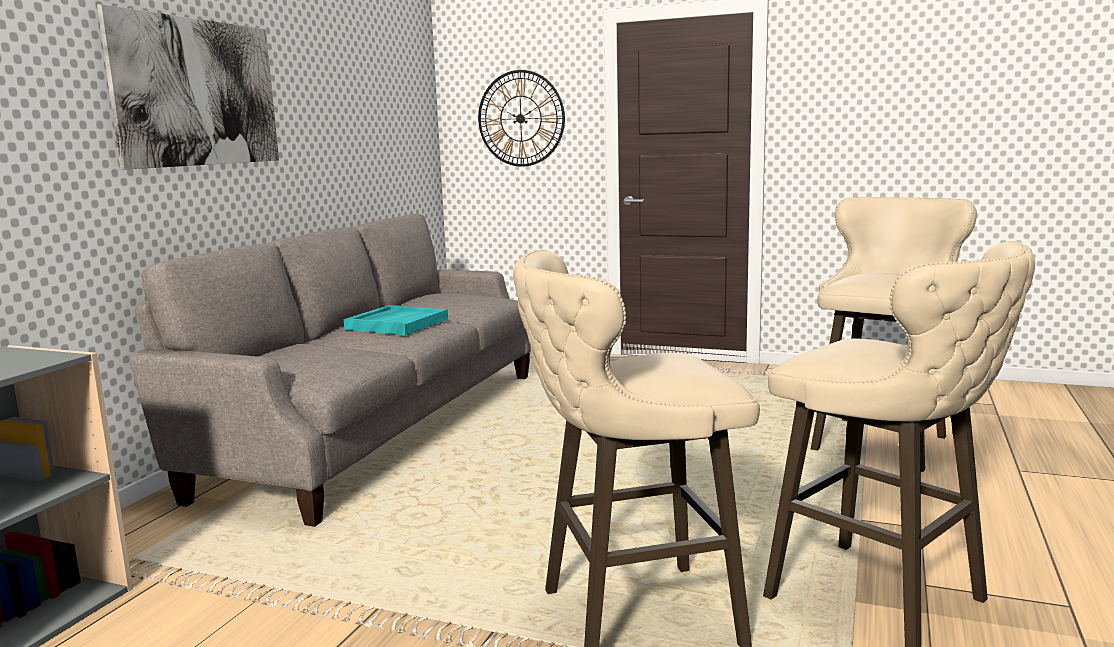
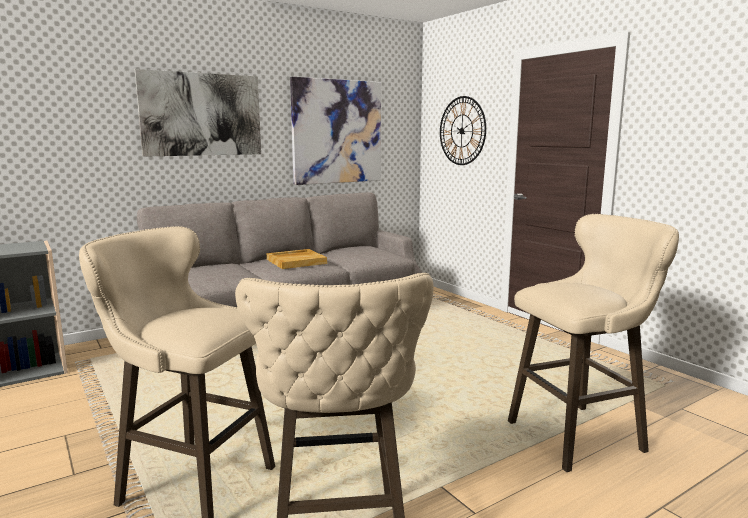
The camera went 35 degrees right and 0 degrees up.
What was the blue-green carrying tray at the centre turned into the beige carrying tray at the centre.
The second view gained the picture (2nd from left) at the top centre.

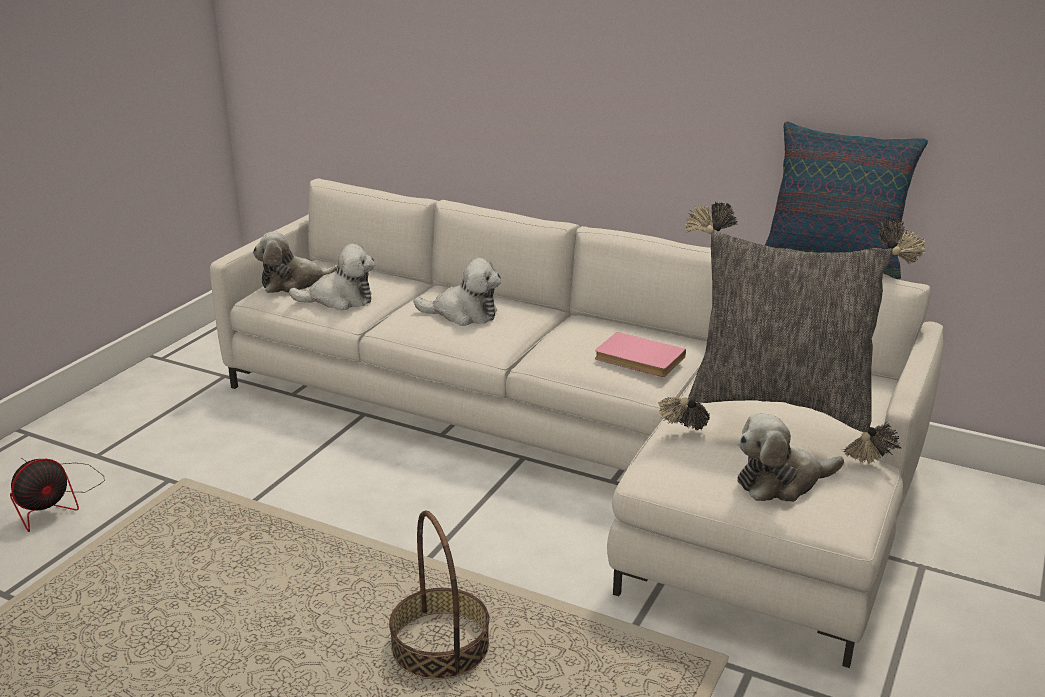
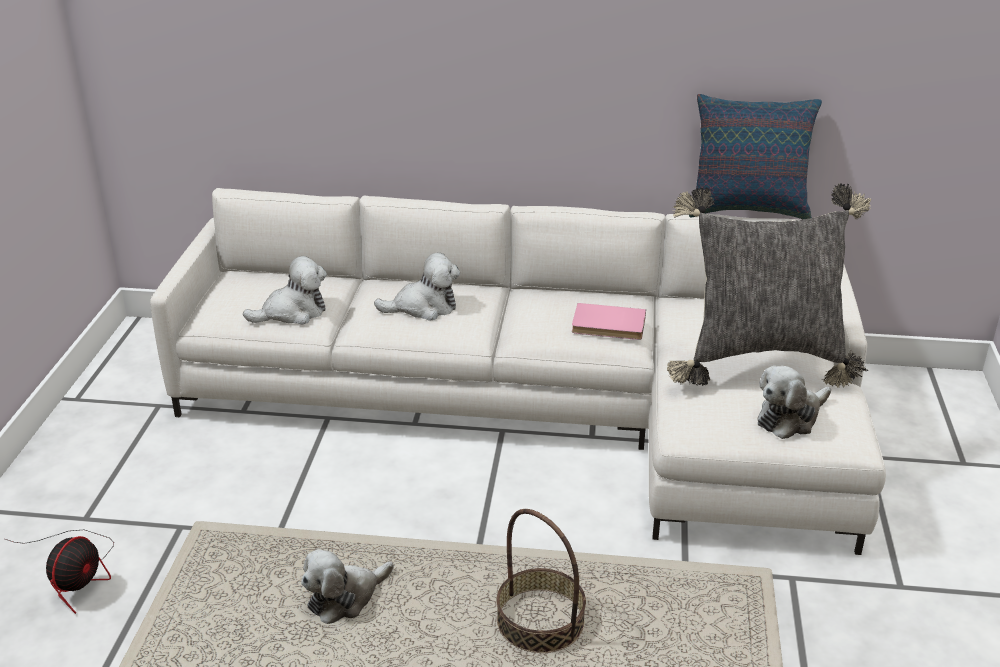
The camera went 20 degrees left and 5 degrees up.
The cuddly toy (1st from left in the first image) ended up elsewhere, having gone from the middle left to the bottom centre.

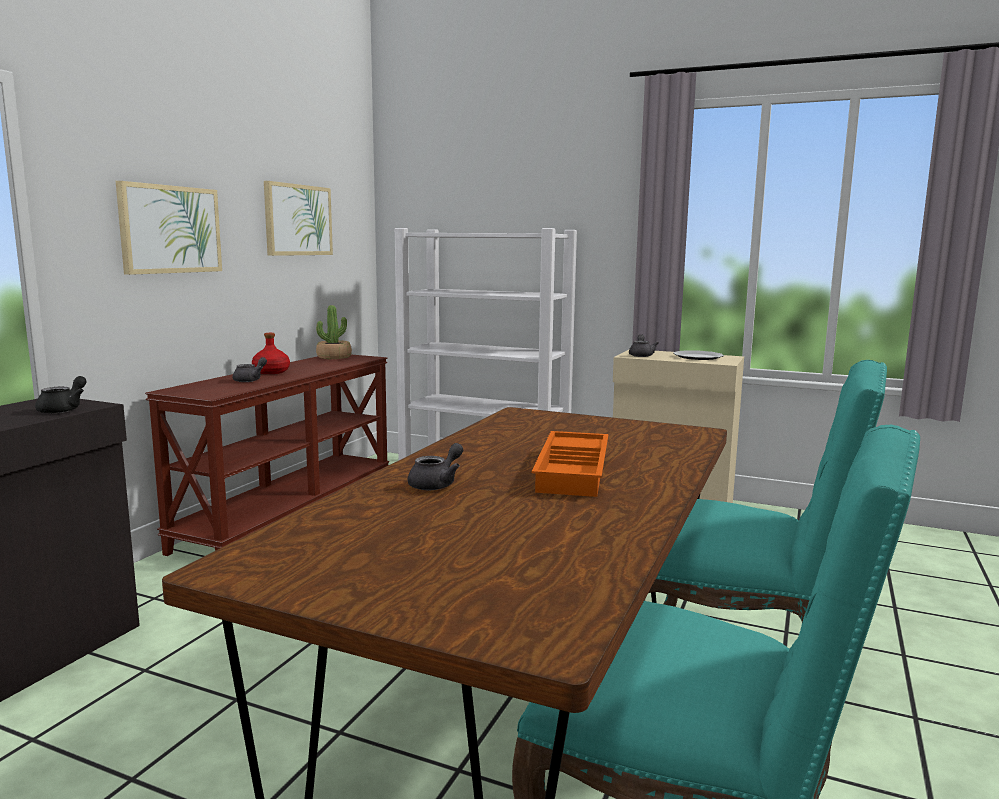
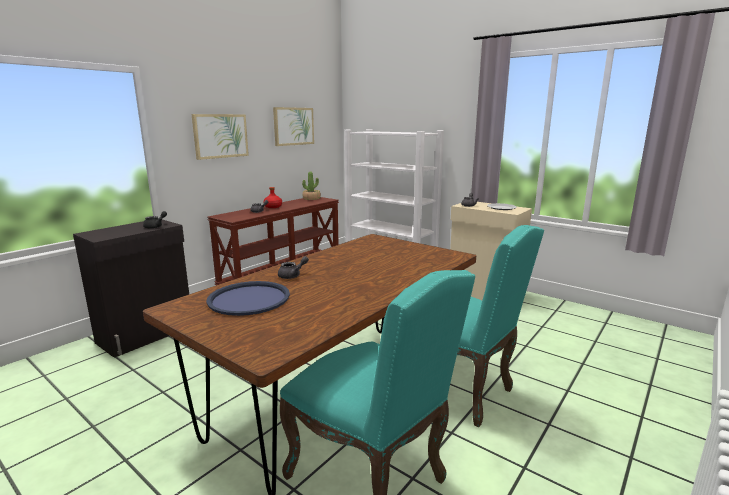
The camera went 15 degrees right and 5 degrees up.
The second view lost the orangey carrying tray at the centre.
The second view gained the blue carrying tray at the centre.

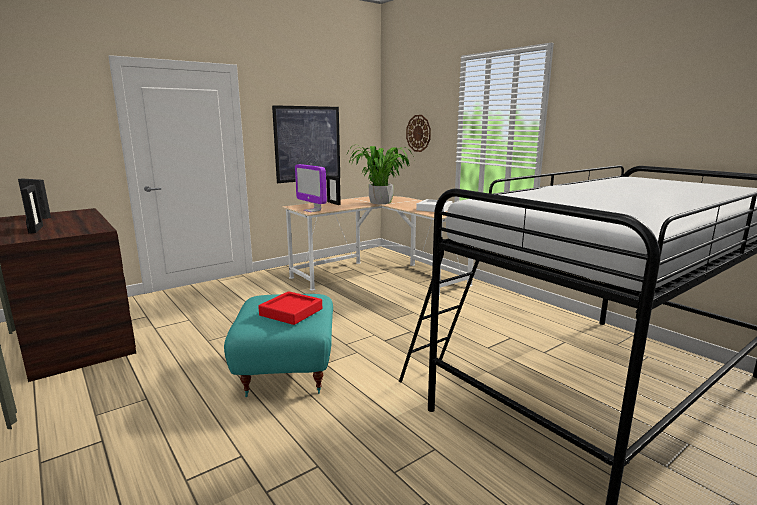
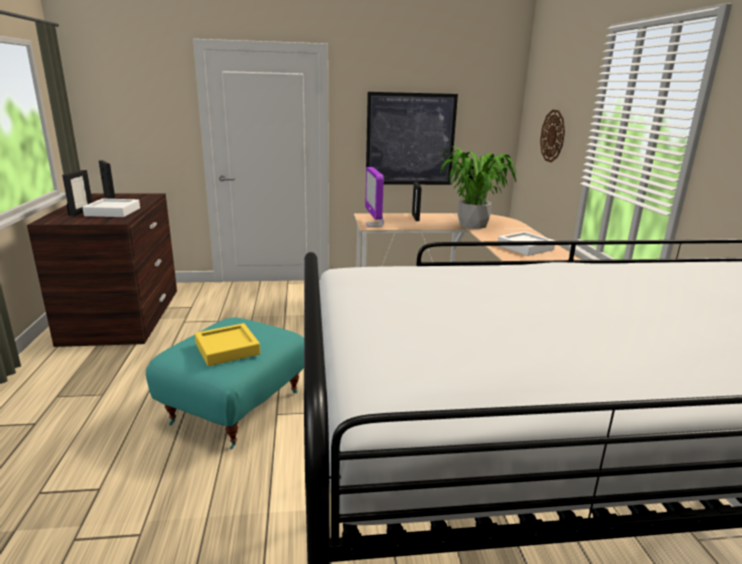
The camera went 30 degrees right and 5 degrees up.
What was the red-coloured carrying tray at the centre turned into the yellow-coloured carrying tray at the middle left.
The second view gained the white-coloured carrying tray (1st from left) at the middle left.

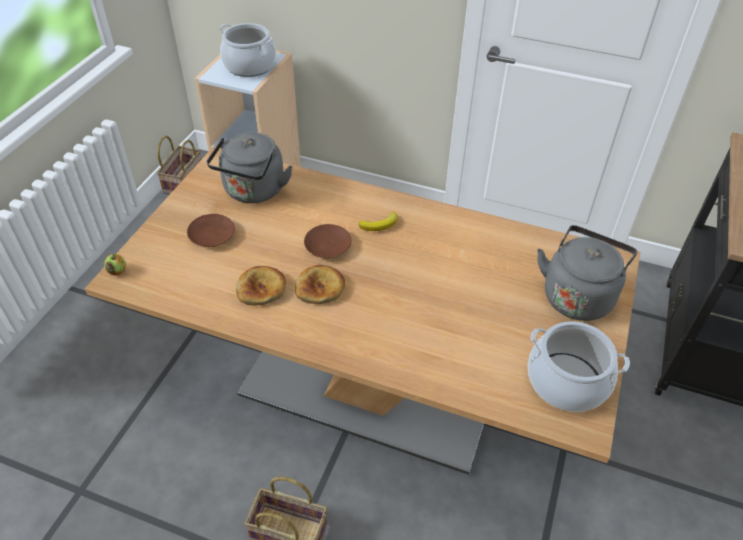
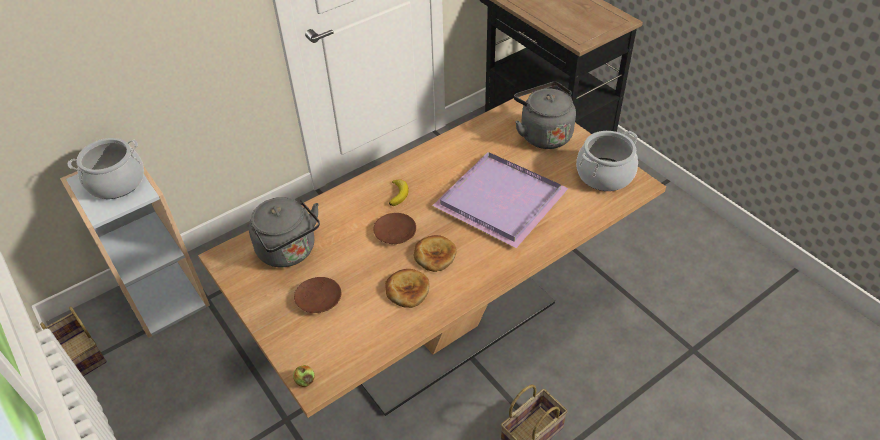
The camera went 55 degrees left and 0 degrees up.
The second view gained the purple carrying tray at the centre.

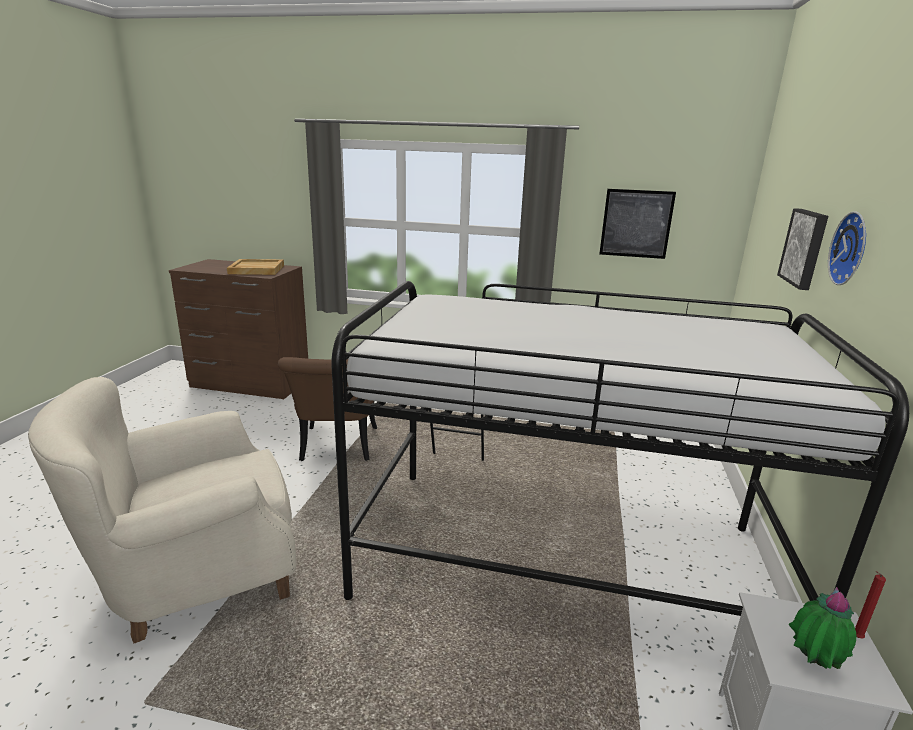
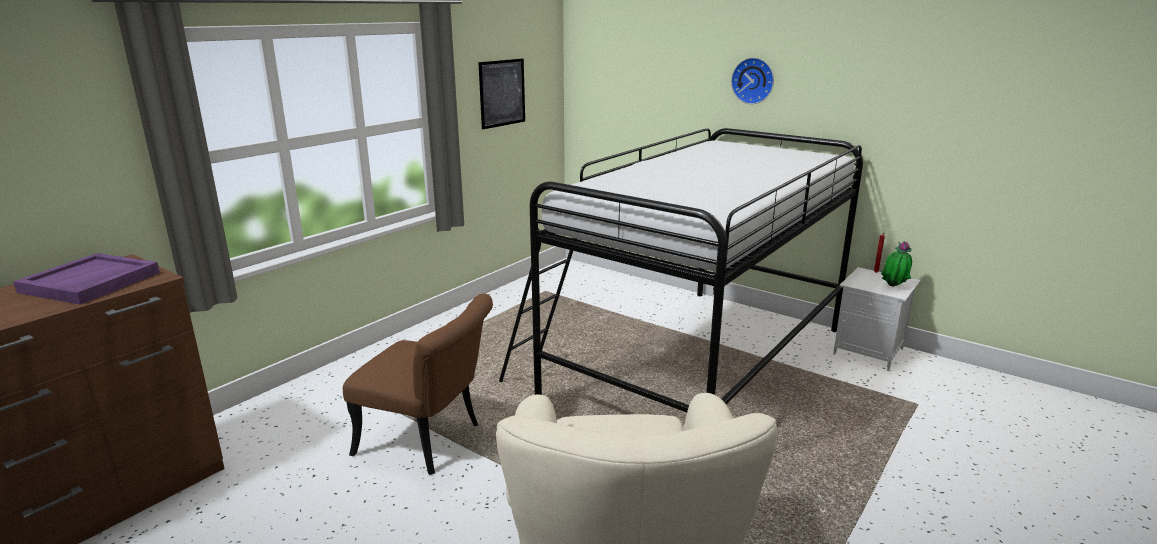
The camera went 65 degrees left and 0 degrees up.
The second view lost the picture (2nd from left) at the middle right.
What was the beige carrying tray at the middle left turned into the purple carrying tray at the middle left.

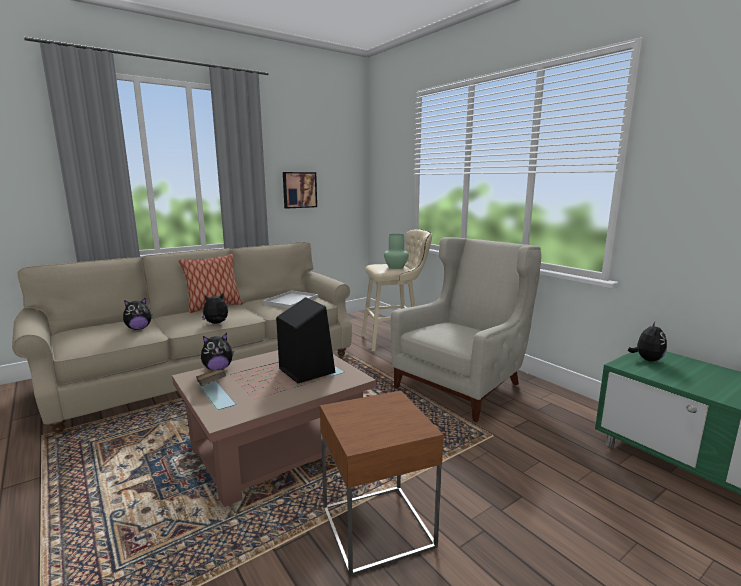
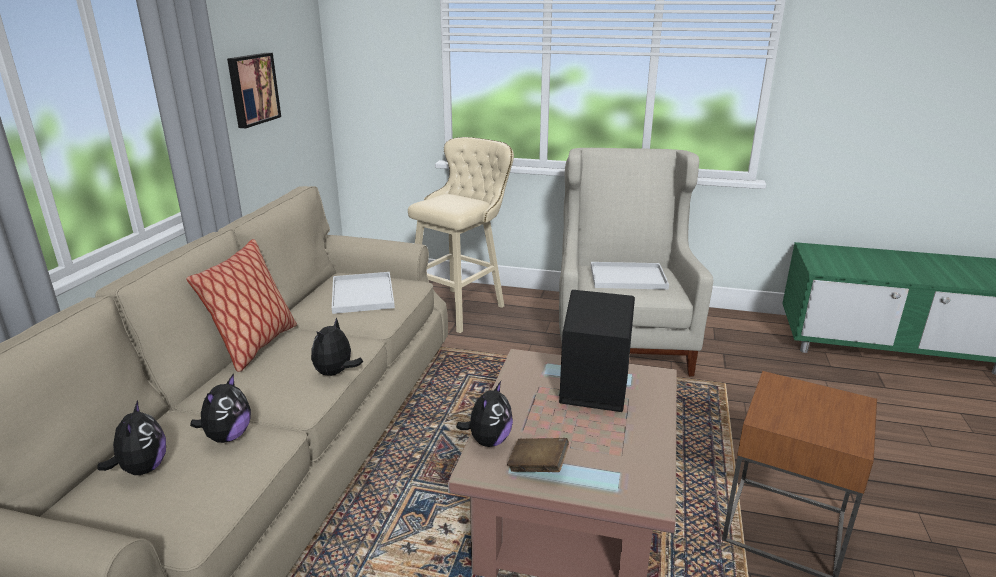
The camera went 40 degrees left and 10 degrees up.
The second view lost the green vase at the centre.
The cuddly toy (4th from left in the first image) ended up elsewhere, having gone from the middle right to the bottom left.
The second view gained the white-coloured carrying tray (2nd from left) at the centre.

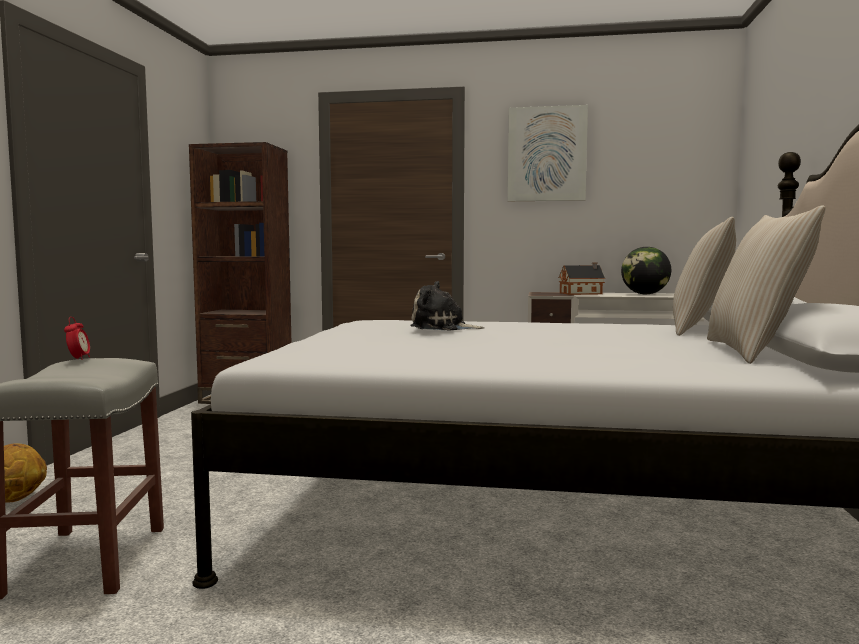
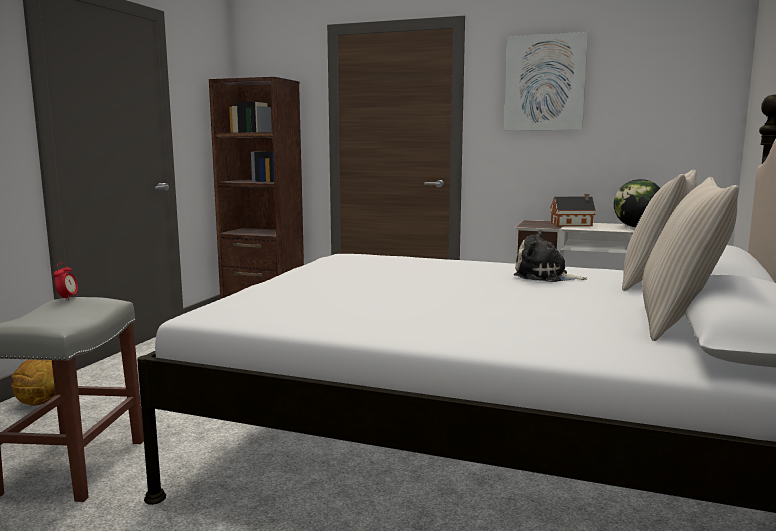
The camera went 10 degrees right and 5 degrees up.
The cuddly toy ended up elsewhere, having gone from the centre to the middle right.

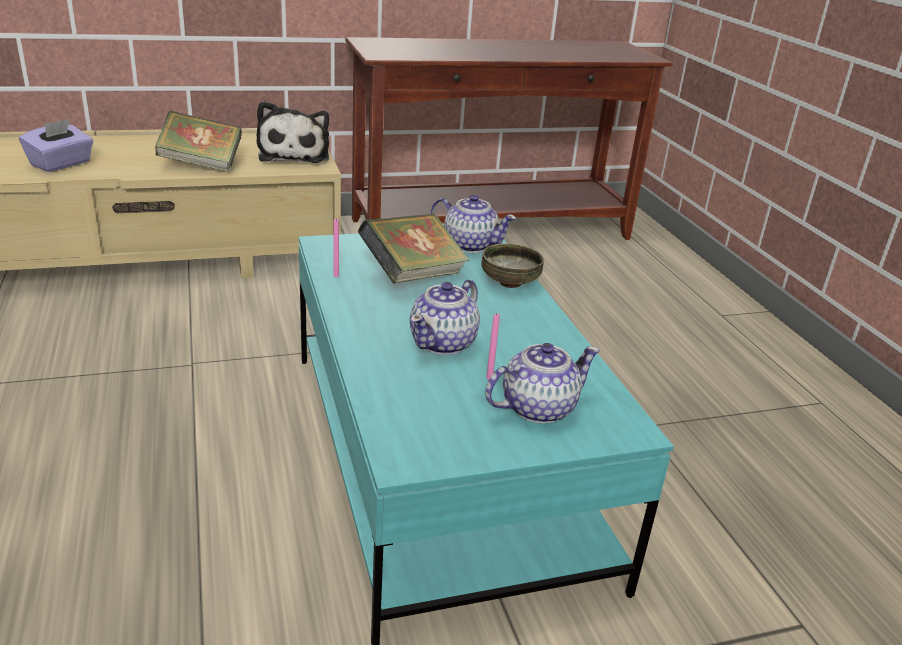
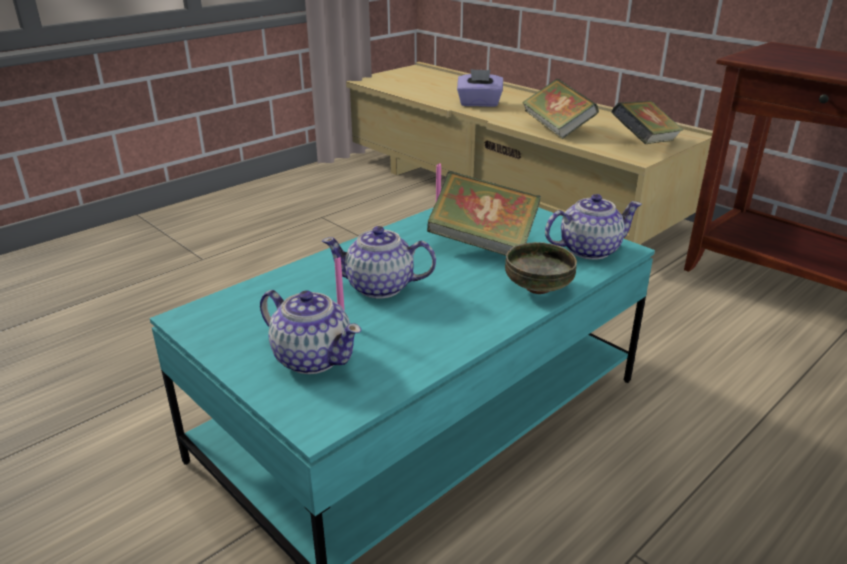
The camera went 65 degrees right and 0 degrees up.
Where the cuddly toy stood at the top left, the volume (3rd from left) came to stand at the top right.
The pot for tea (2nd from left in the first image) at the centre ended up facing another way, 105 degrees counterclockwise from before.

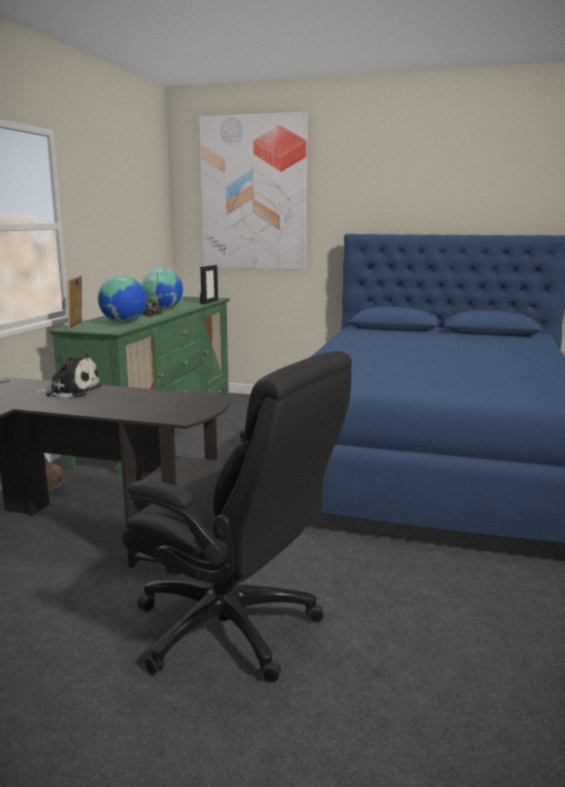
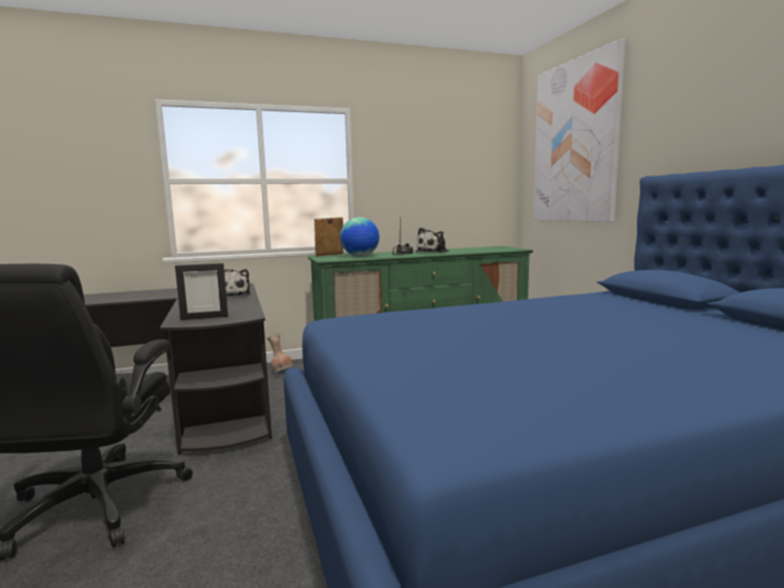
The camera went 55 degrees right and 5 degrees down.
The photo frame (2nd from left in the first image) ended up elsewhere, having gone from the centre to the middle left.
Where the globe (2nd from left) stood at the middle left, the cuddly toy (2nd from left) came to stand at the centre.

